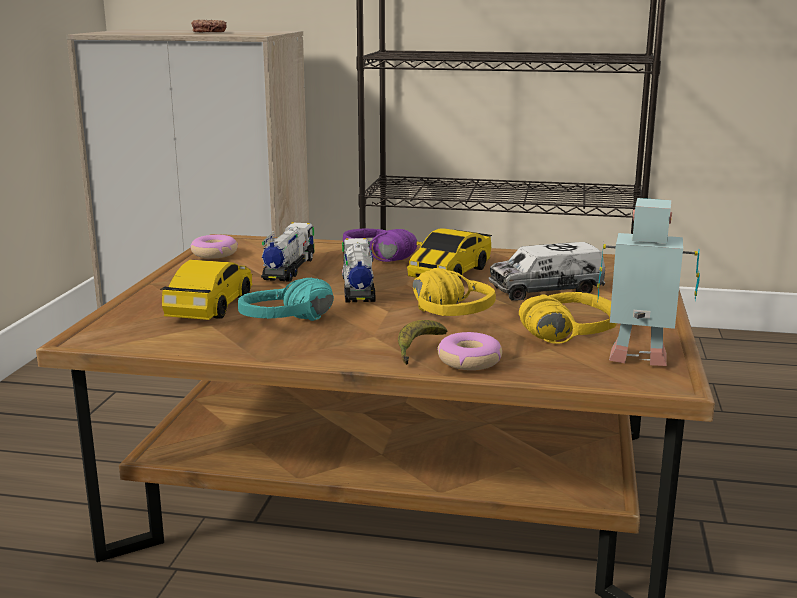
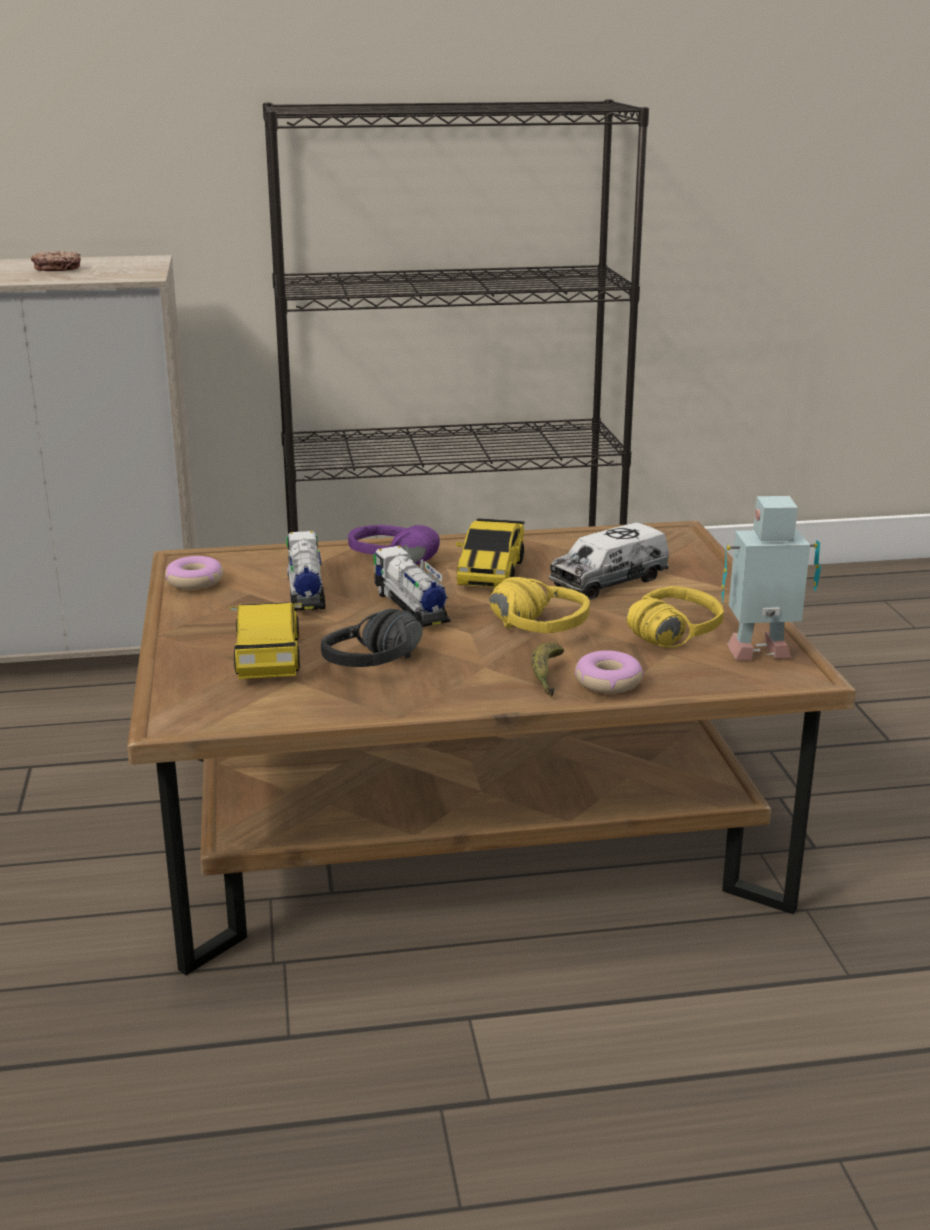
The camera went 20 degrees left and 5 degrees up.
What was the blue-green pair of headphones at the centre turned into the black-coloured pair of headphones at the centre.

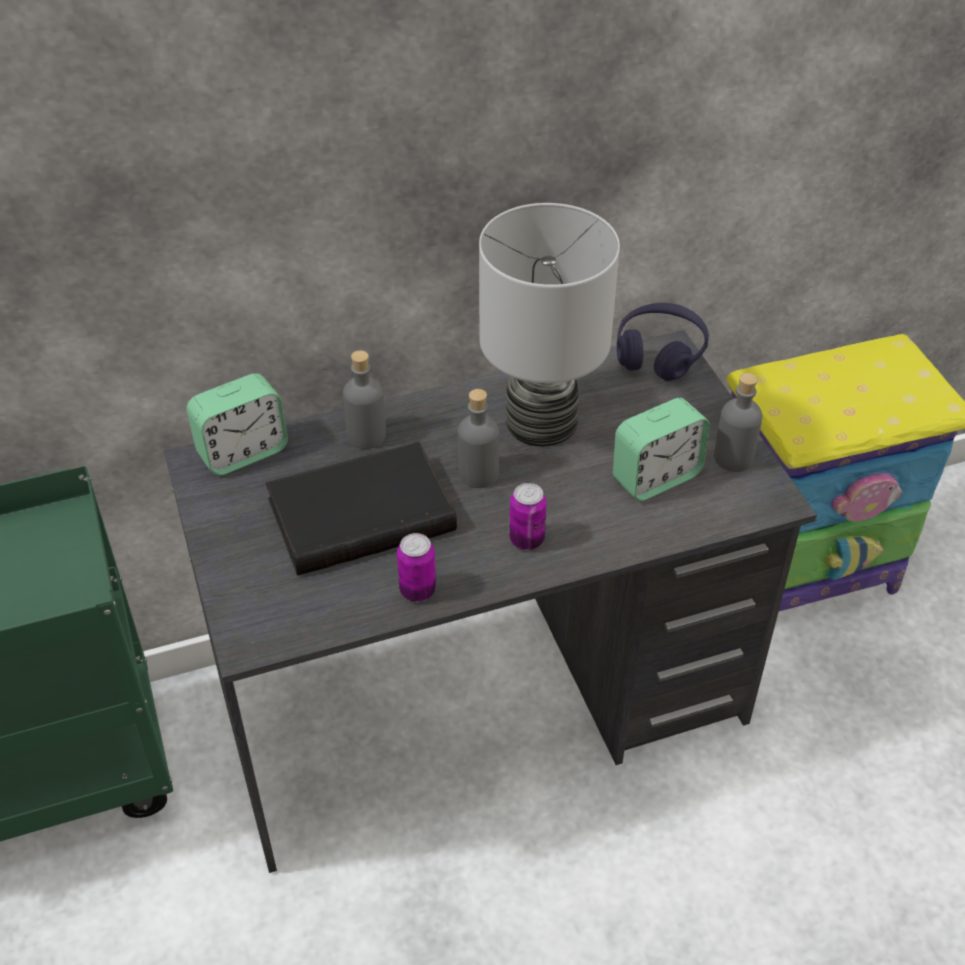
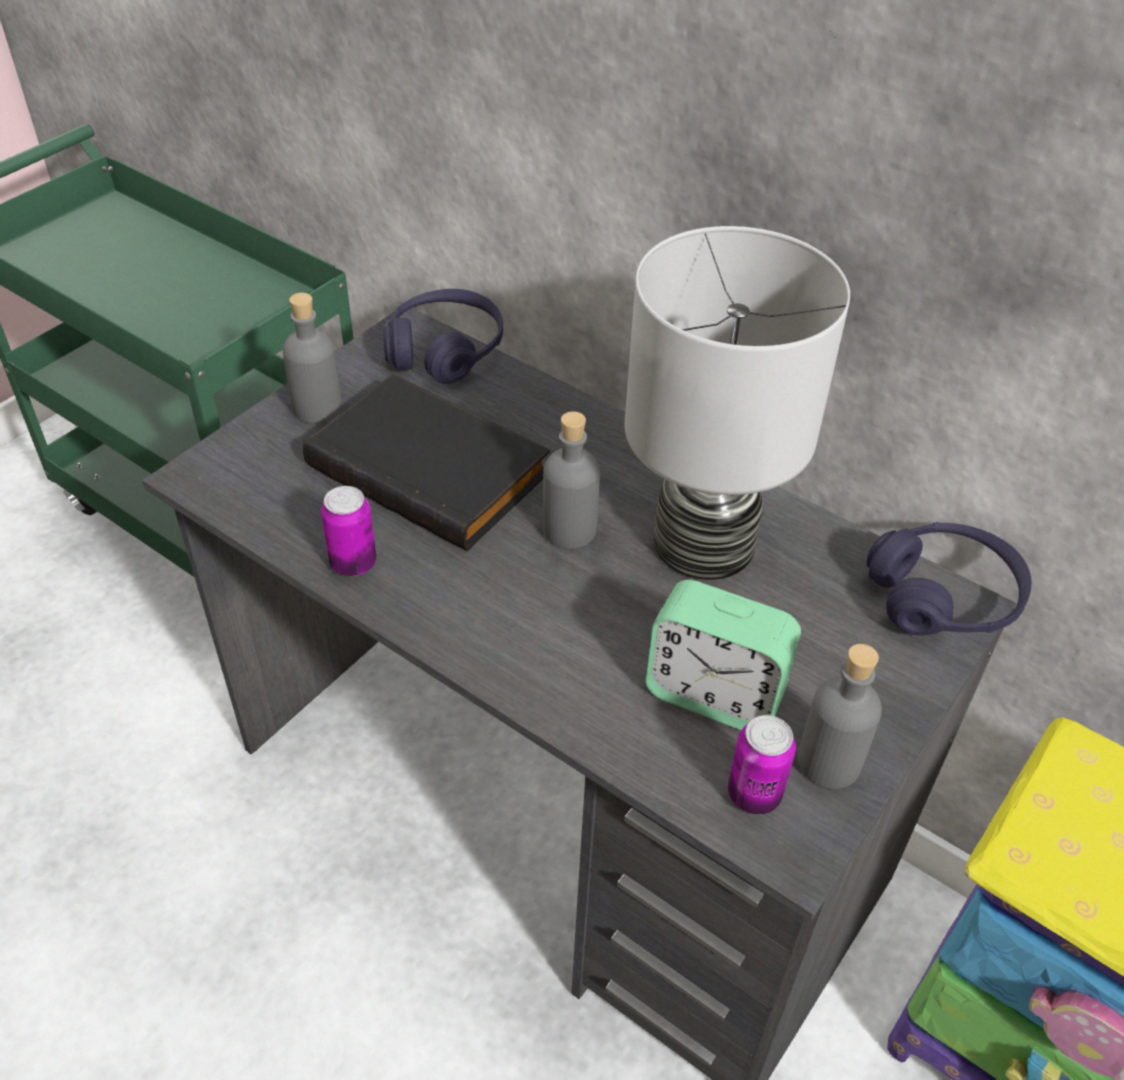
The camera went 55 degrees right and 0 degrees up.
The greyish drink bottle (1st from left) ended up elsewhere, having gone from the centre to the top left.
Where the alarm clock (1st from left) stood at the middle left, the purple pair of headphones (1st from left) came to stand at the top centre.
The sealed can (2nd from left) ended up elsewhere, having gone from the centre to the bottom right.

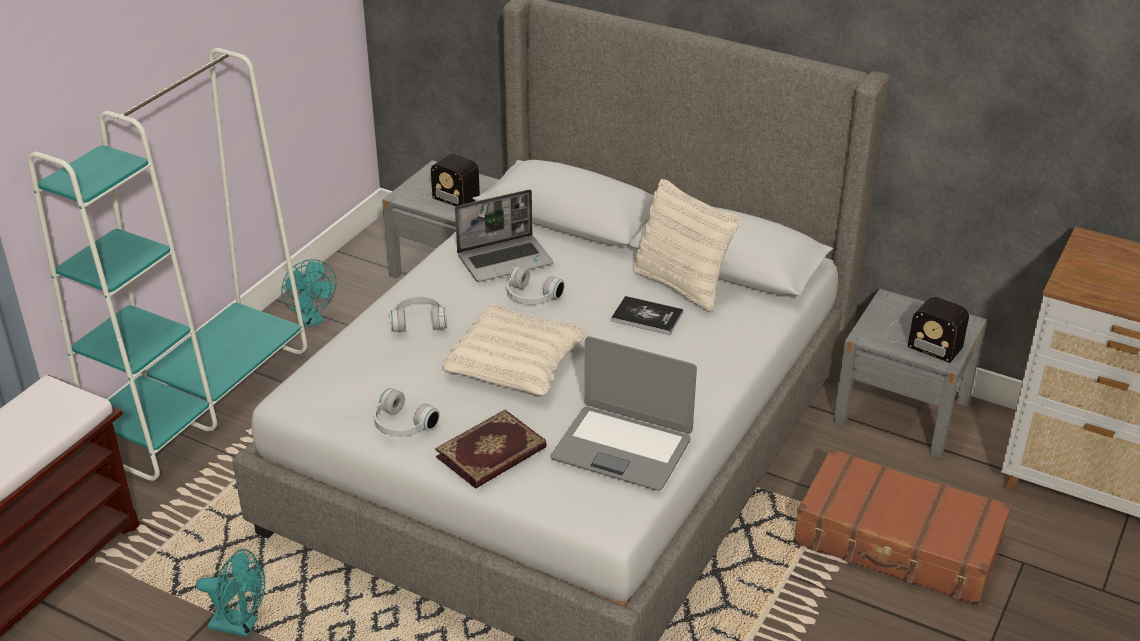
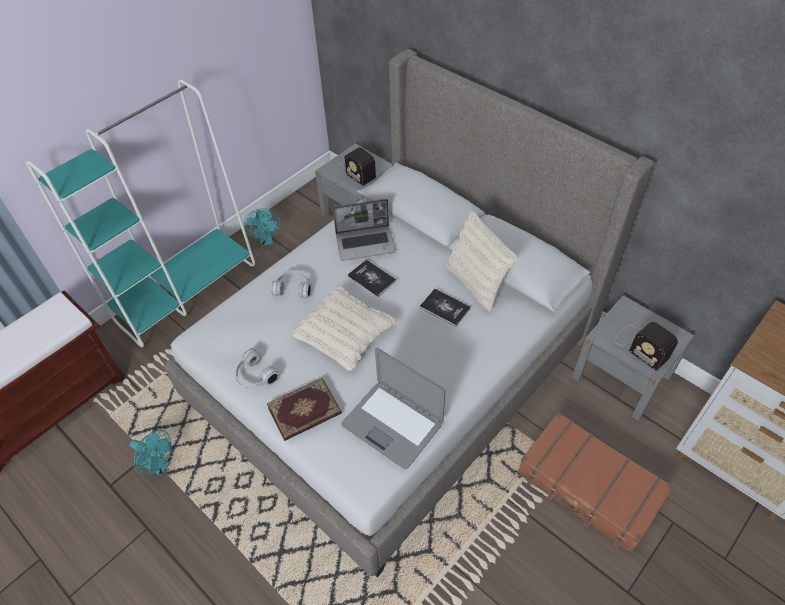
The camera went 15 degrees right and 15 degrees up.
Where the white-coloured pair of headphones (3rd from left) stood at the centre, the volume (2nd from left) came to stand at the centre.

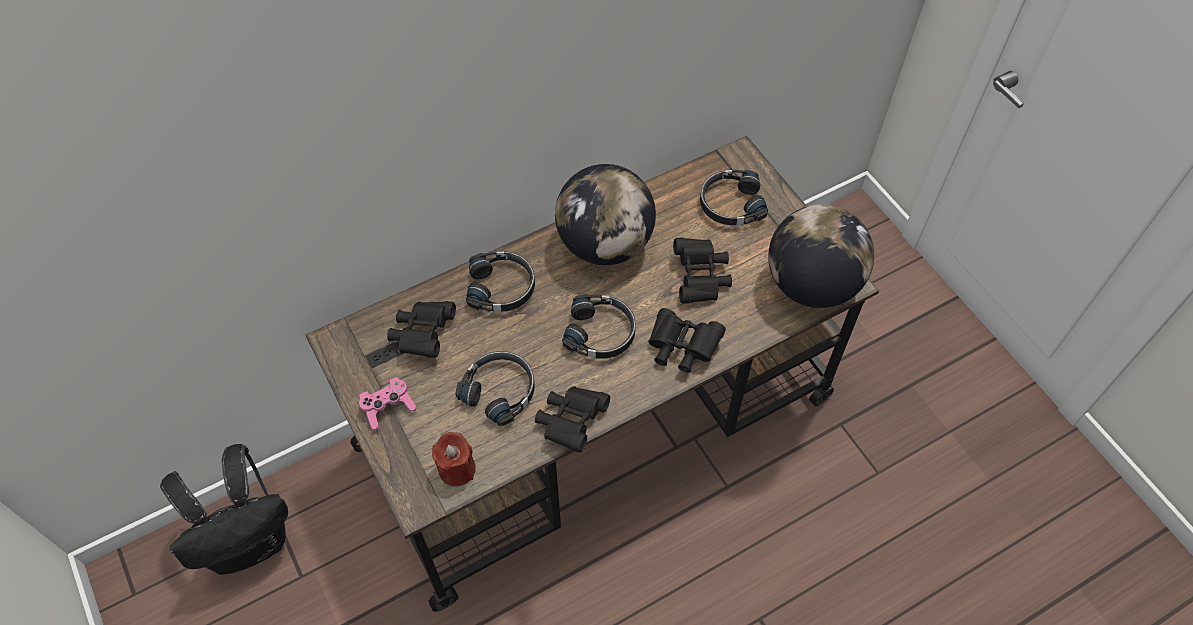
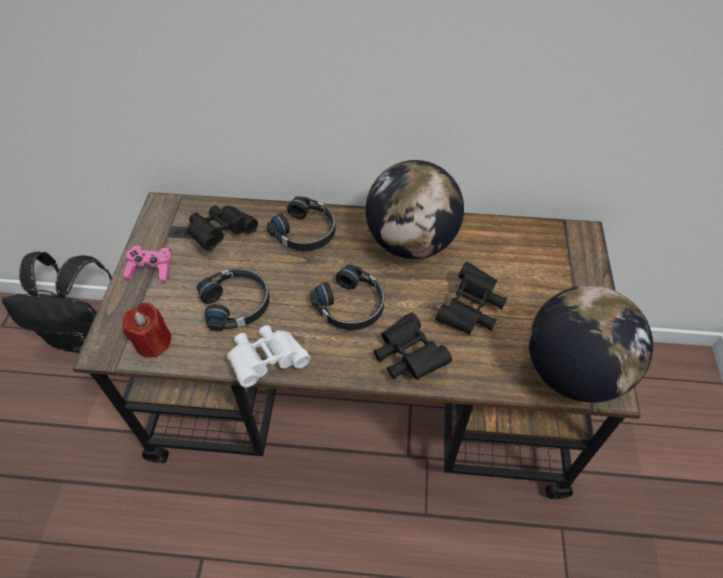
The camera went 35 degrees right and 5 degrees down.
The second view lost the black-coloured pair of headphones (4th from left) at the top centre.
What was the black-coloured pair of binoculars (2nd from left) at the bottom centre turned into the white-coloured pair of binoculars at the centre.

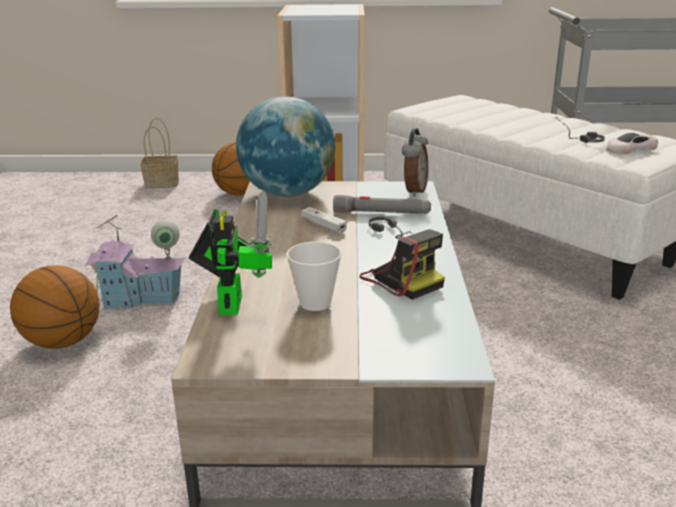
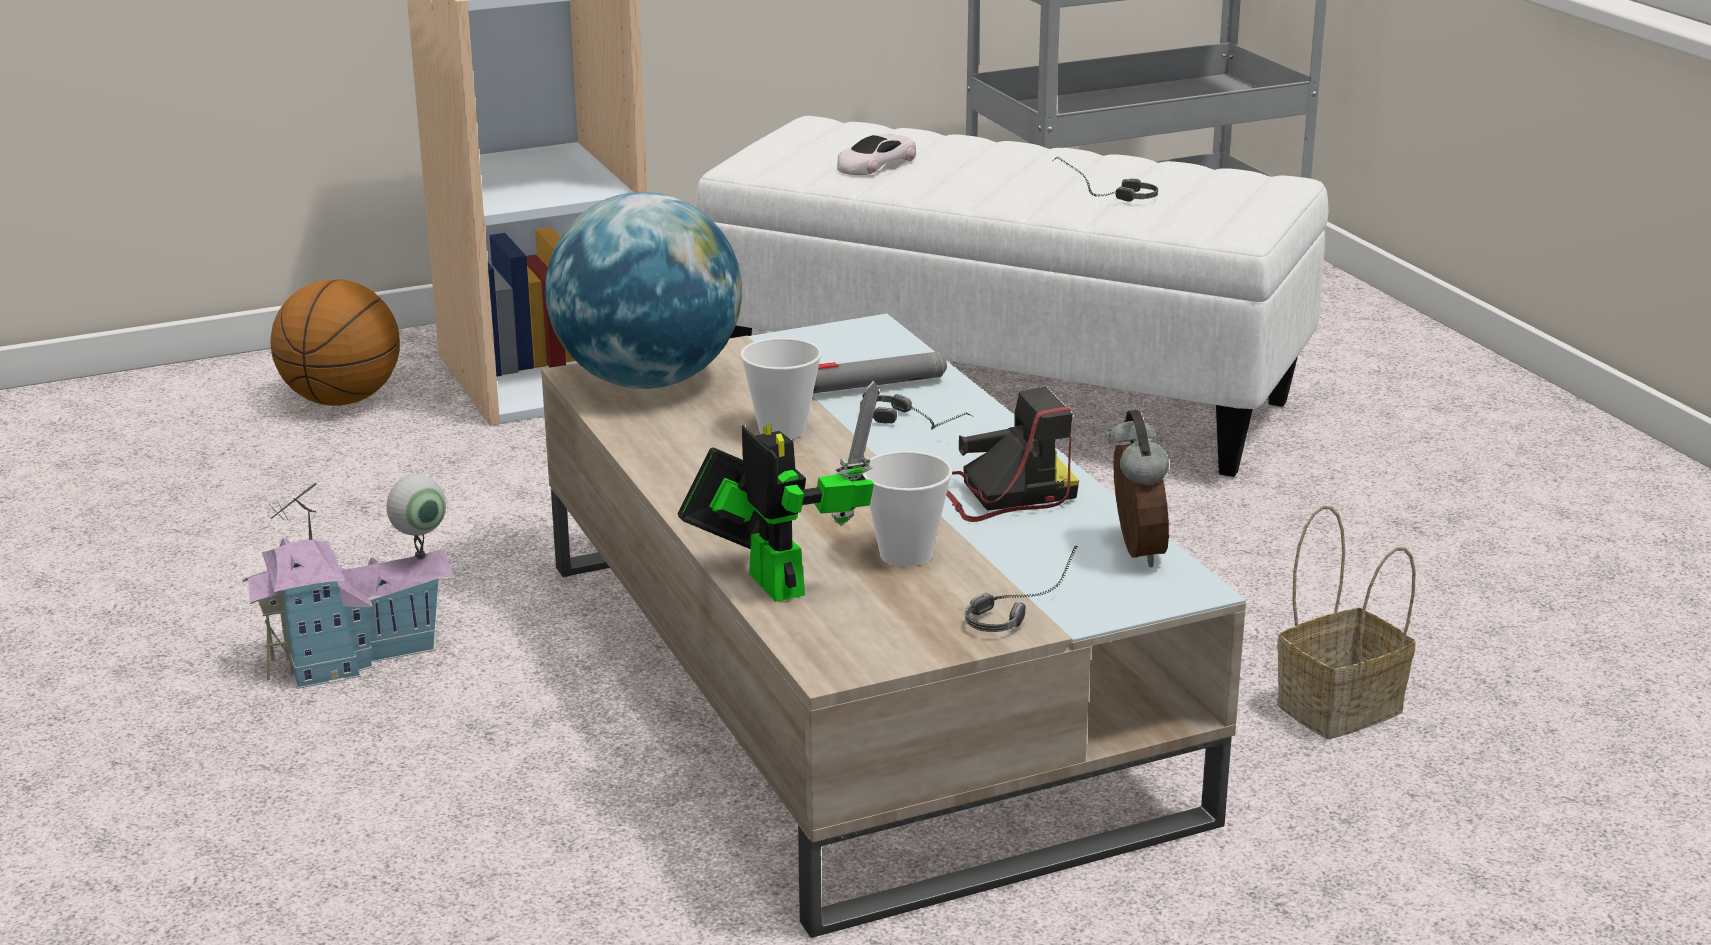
The camera went 25 degrees left and 0 degrees up.
The household basket ended up elsewhere, having gone from the top left to the middle right.
The alarm clock ended up elsewhere, having gone from the top centre to the centre.
The white-coloured miniature car ended up elsewhere, having gone from the top right to the top centre.
Where the white-coloured gamepad stood at the centre, the drinking cup (1st from left) came to stand at the centre.
The still camera at the centre ended up facing another way, 45 degrees counterclockwise from before.
The second view lost the ball for basketball (1st from left) at the middle left.
The second view gained the pair of headphones (2nd from left) at the centre.

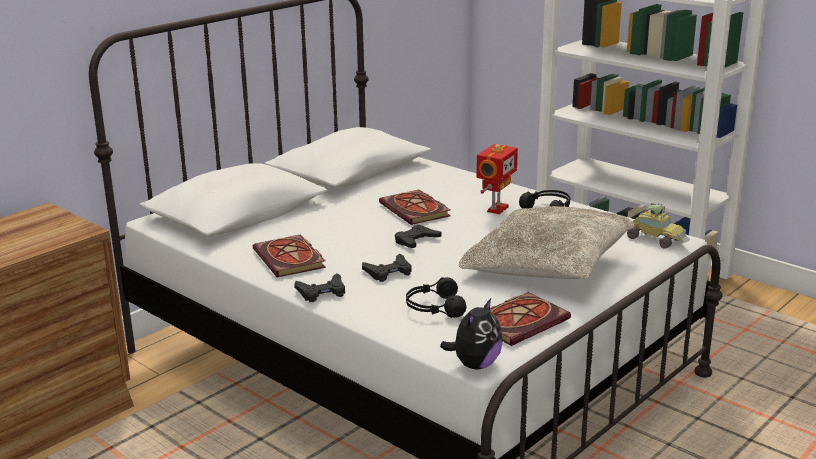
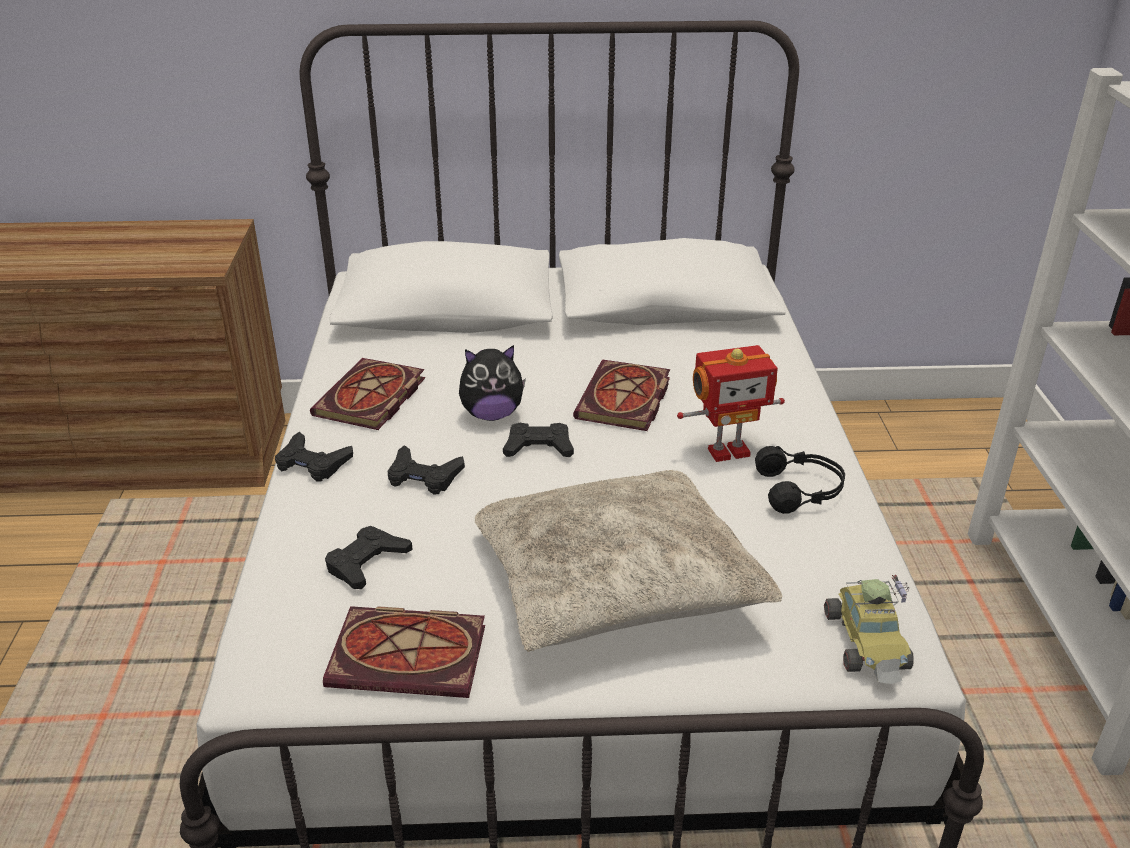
The camera went 45 degrees right and 10 degrees up.
Where the black-coloured pair of headphones (1st from left) stood at the centre, the black-coloured gamepad (2nd from left) came to stand at the middle left.
The cuddly toy ended up elsewhere, having gone from the bottom centre to the centre.

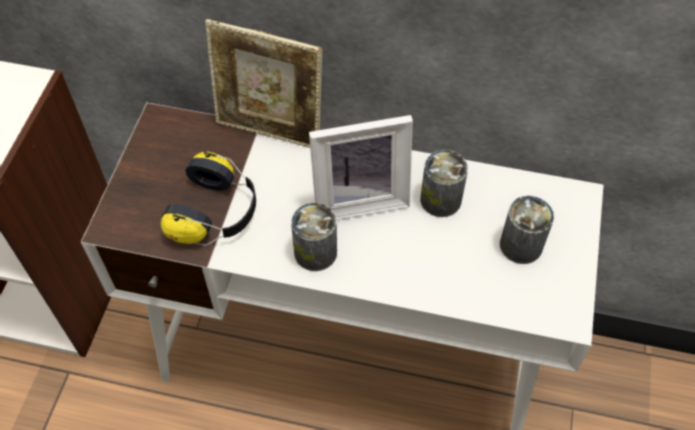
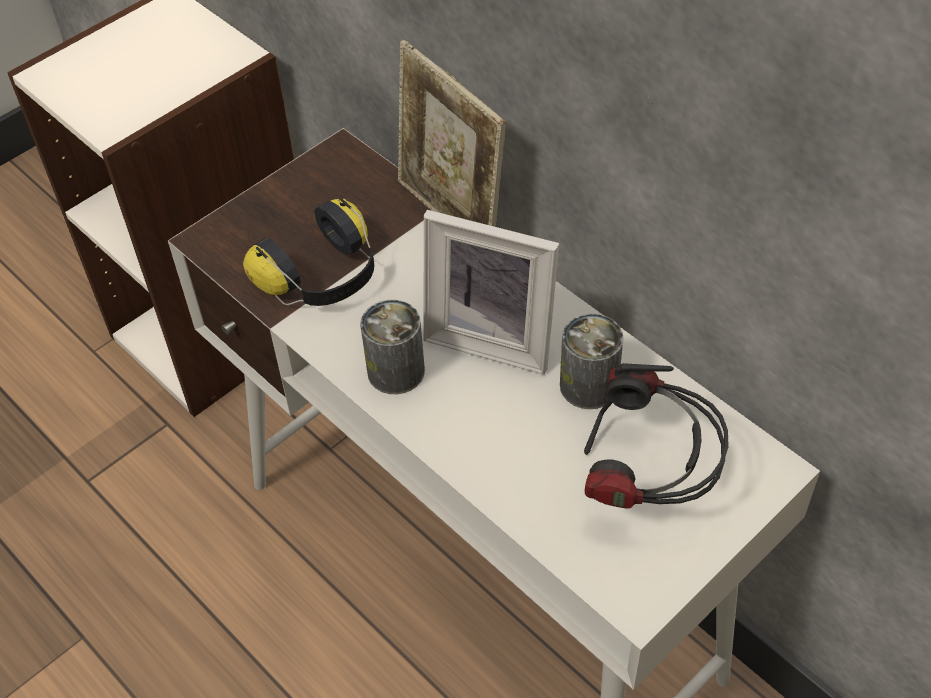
The camera went 35 degrees right and 5 degrees down.
Where the sealed can (3rd from left) stood at the middle right, the pair of headphones (2nd from left) came to stand at the middle right.

